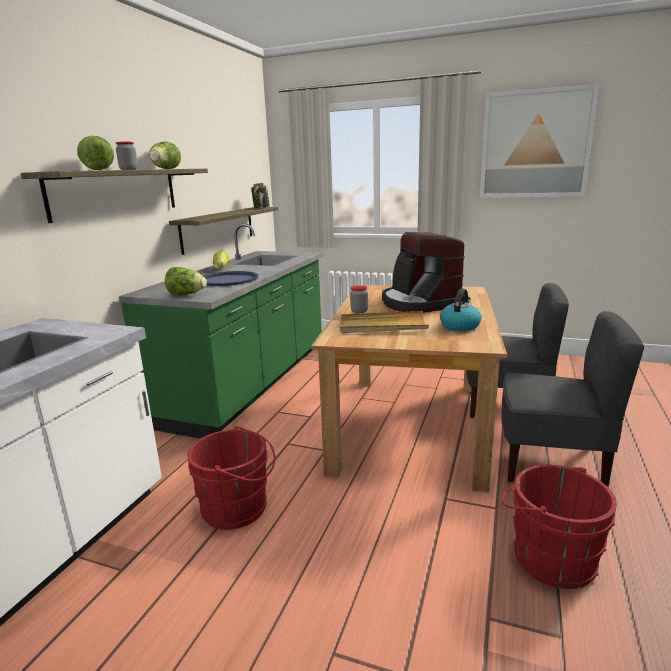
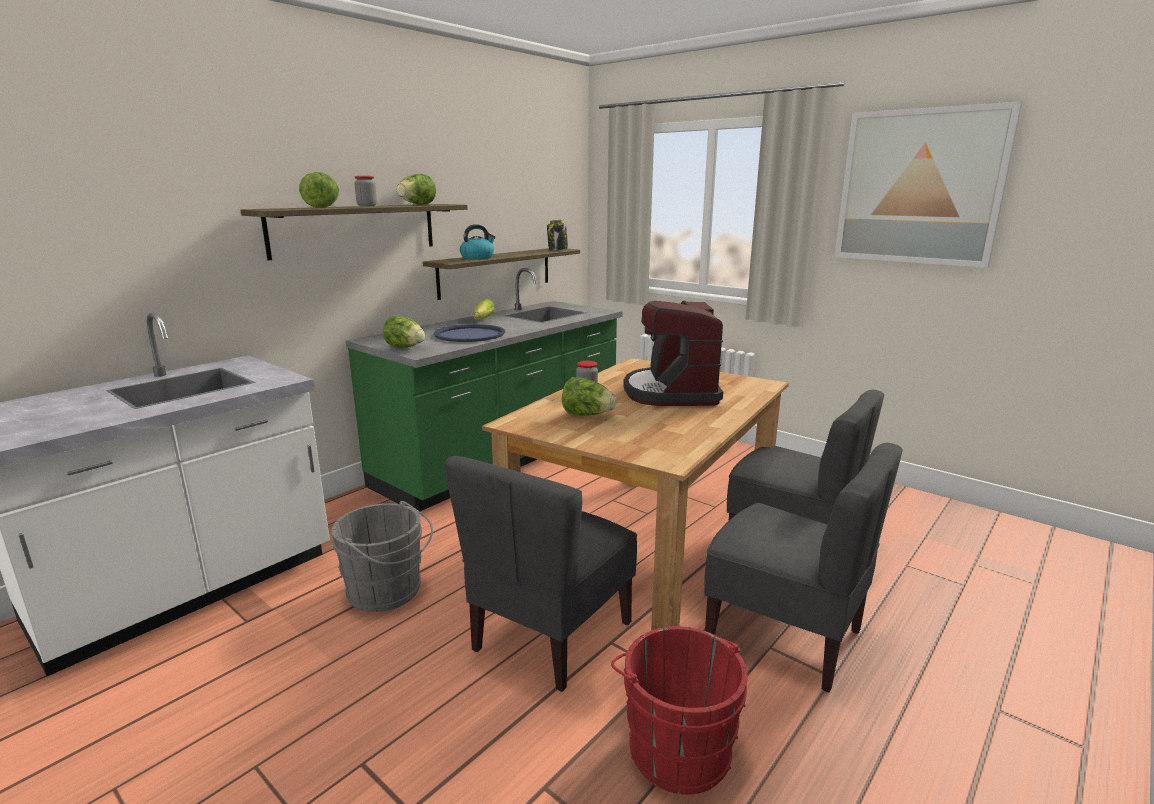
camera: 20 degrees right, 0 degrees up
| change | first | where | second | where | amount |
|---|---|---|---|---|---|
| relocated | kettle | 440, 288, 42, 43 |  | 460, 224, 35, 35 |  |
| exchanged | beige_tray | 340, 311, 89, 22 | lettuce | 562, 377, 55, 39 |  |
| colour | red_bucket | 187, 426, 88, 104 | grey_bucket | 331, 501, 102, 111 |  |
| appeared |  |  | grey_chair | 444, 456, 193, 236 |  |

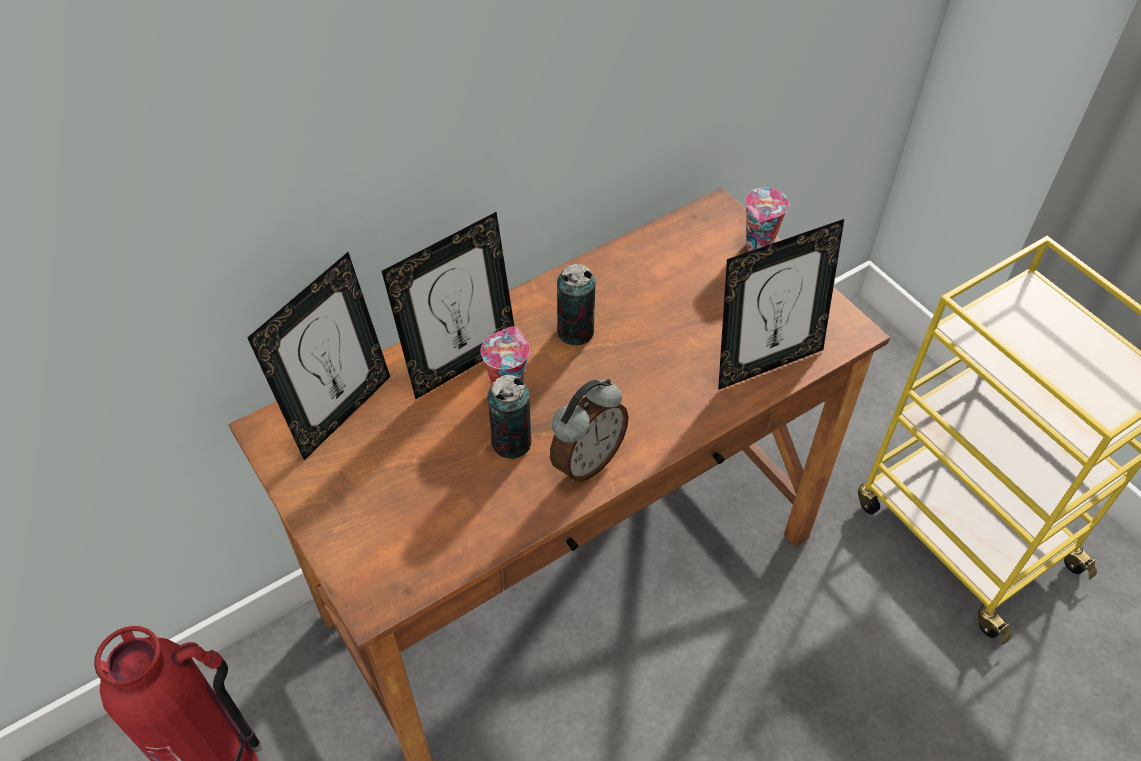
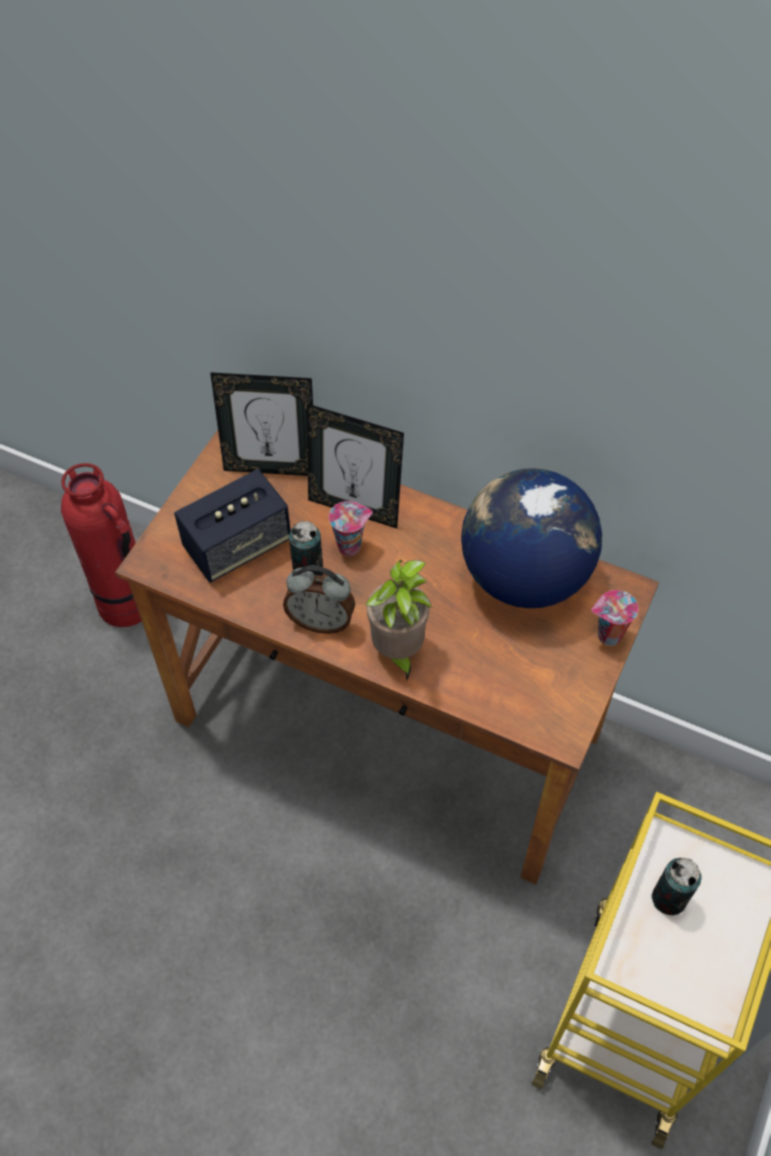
camera: 60 degrees right, 5 degrees up
| change | first | where | second | where | amount |
|---|---|---|---|---|---|
| missing | picture_frame | 718, 219, 126, 171 |  |  |  |
| relocated | can | 557, 264, 38, 82 |  | 651, 858, 50, 57 |  |
| appeared |  |  | globe | 461, 468, 141, 140 |  |
| appeared |  |  | speaker | 174, 469, 117, 113 |  |
| appeared |  |  | potted_plant | 366, 560, 66, 121 |  |

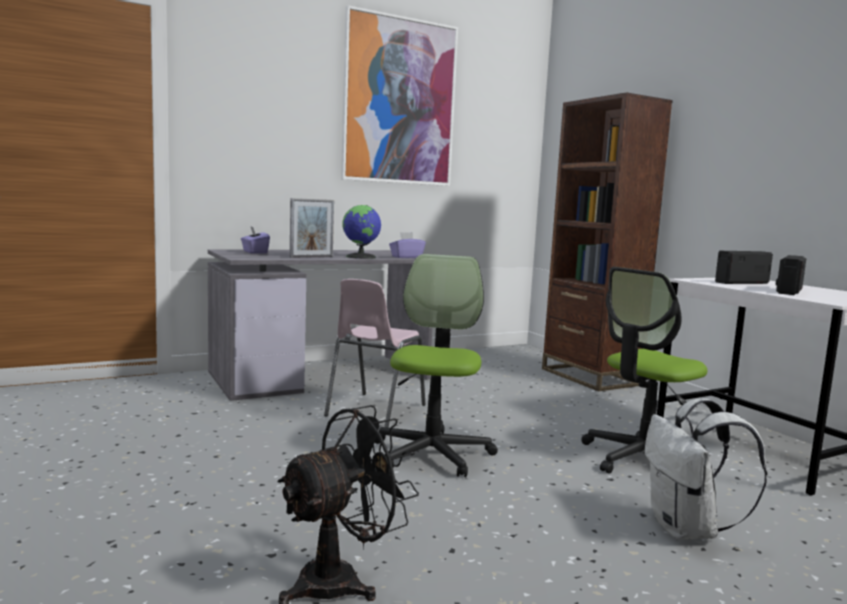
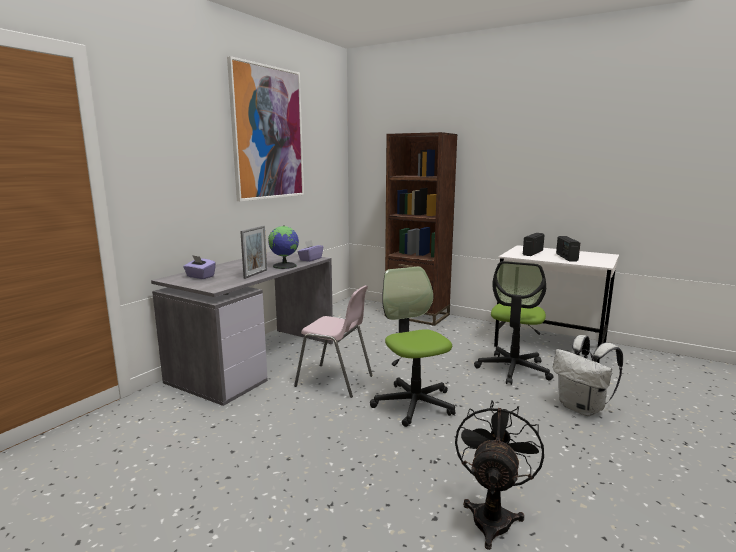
camera: 30 degrees left, 5 degrees up
| change | first | where | second | where | amount |
|---|---|---|---|---|---|
| spun | pink_chair | 324, 279, 101, 149 |  | 294, 285, 79, 113 | 60 degrees counterclockwise |

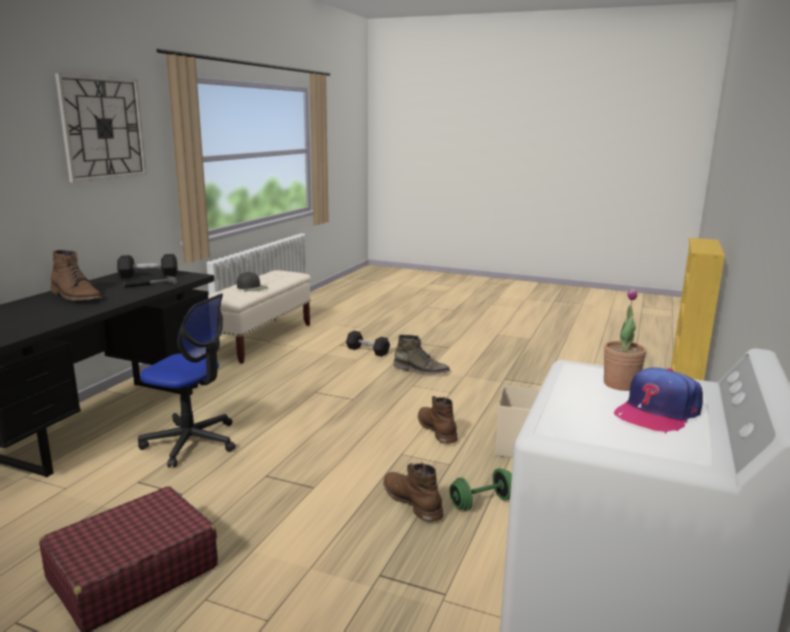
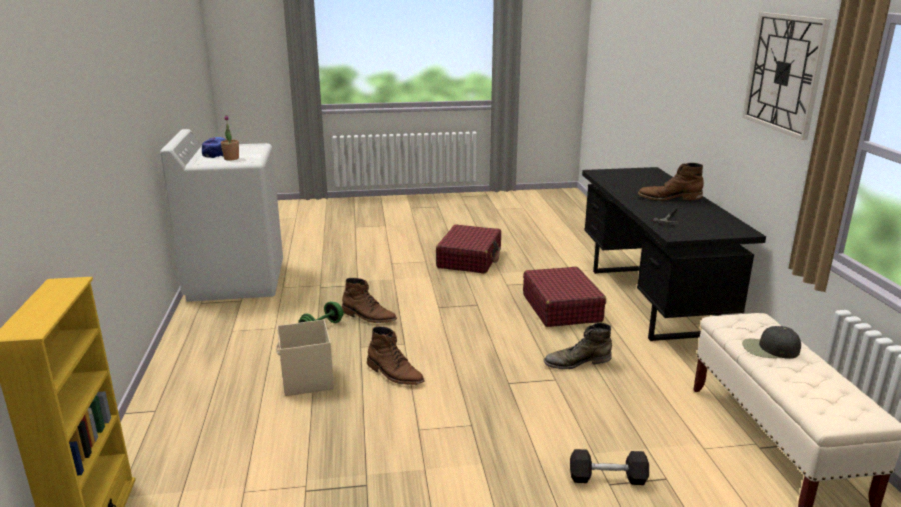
camera: 150 degrees right, 5 degrees up
| change | first | where | second | where | amount |
|---|---|---|---|---|---|
| missing | black_dumbbell | 117, 254, 61, 24 |  |  |  |
| exchanged | office_chair | 138, 294, 98, 174 | red_suitcase | 523, 267, 83, 60 |  |
| relocated | green_boot | 393, 335, 57, 39 |  | 544, 323, 68, 46 |  |

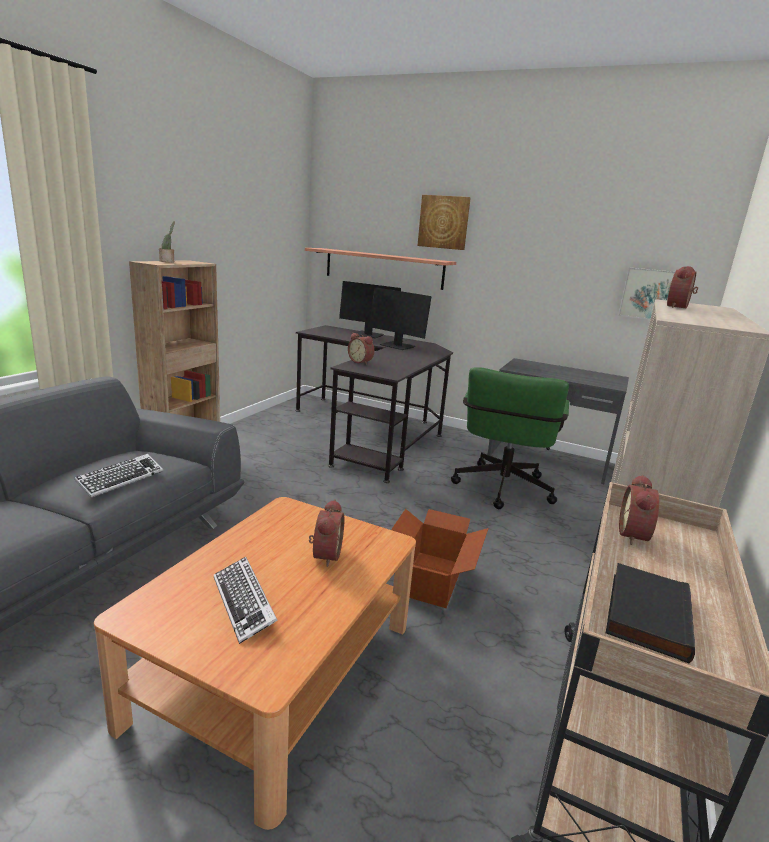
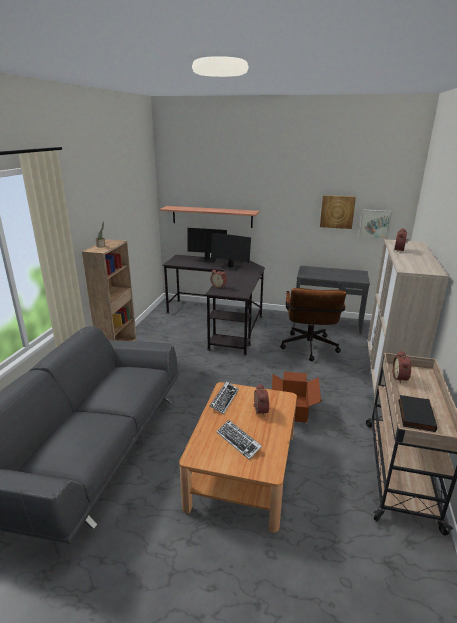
camera: 10 degrees left, 5 degrees up
| change | first | where | second | where | amount |
|---|---|---|---|---|---|
| relocated | picture | 417, 195, 54, 55 |  | 320, 195, 36, 34 |  |
| colour | green_office_chair | 451, 367, 118, 142 | brown_office_chair | 280, 288, 66, 73 |  |
| relocated | keyboard | 74, 454, 89, 44 |  | 210, 381, 29, 34 |  |

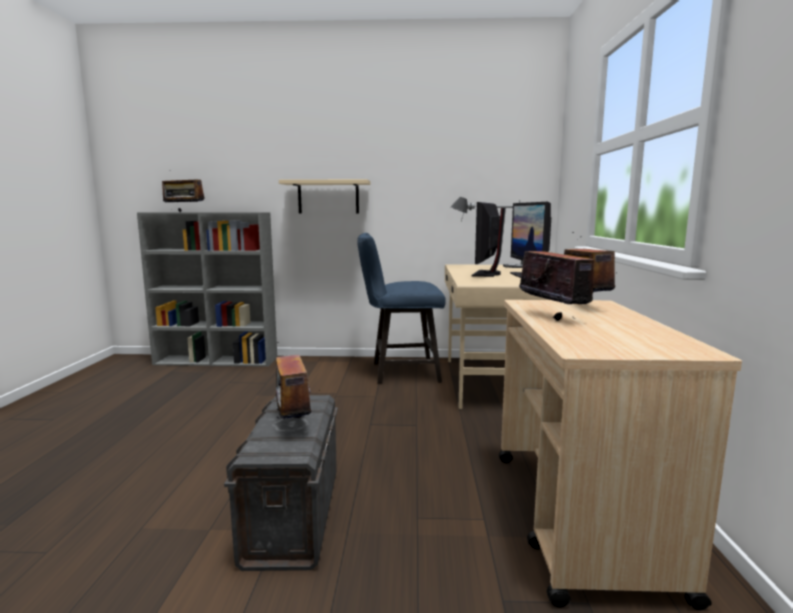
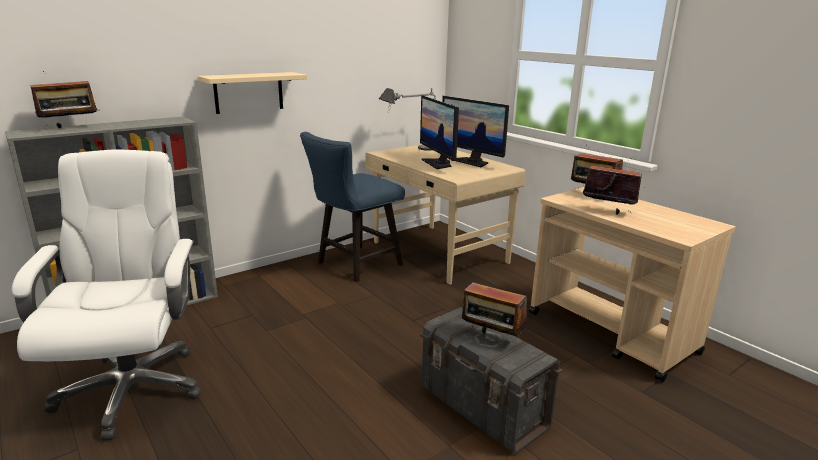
camera: 40 degrees left, 10 degrees up
| change | first | where | second | where | amount |
|---|---|---|---|---|---|
| appeared |  |  | white_office_chair | 12, 149, 189, 292 |  |

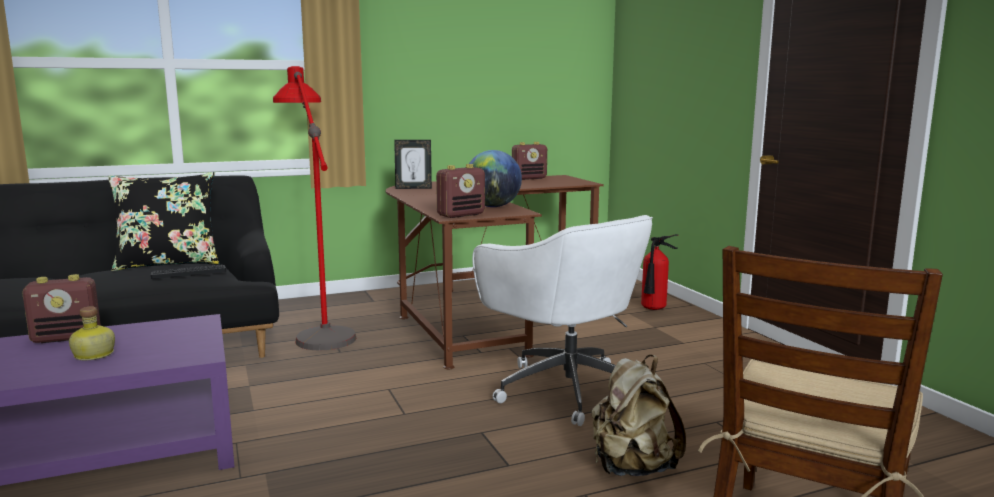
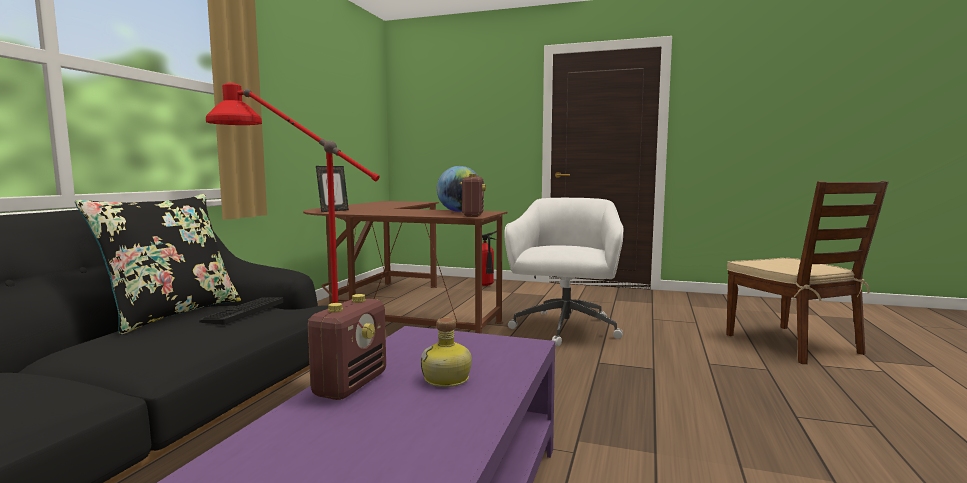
camera: 50 degrees left, 5 degrees down
| change | first | where | second | where | amount |
|---|---|---|---|---|---|
| missing | radio | 512, 142, 35, 38 |  |  |  |
| spun | white_office_chair | 472, 215, 181, 211 |  | 504, 198, 120, 148 | 75 degrees counterclockwise |
| missing | beige_backpack | 591, 355, 95, 121 |  |  |  |

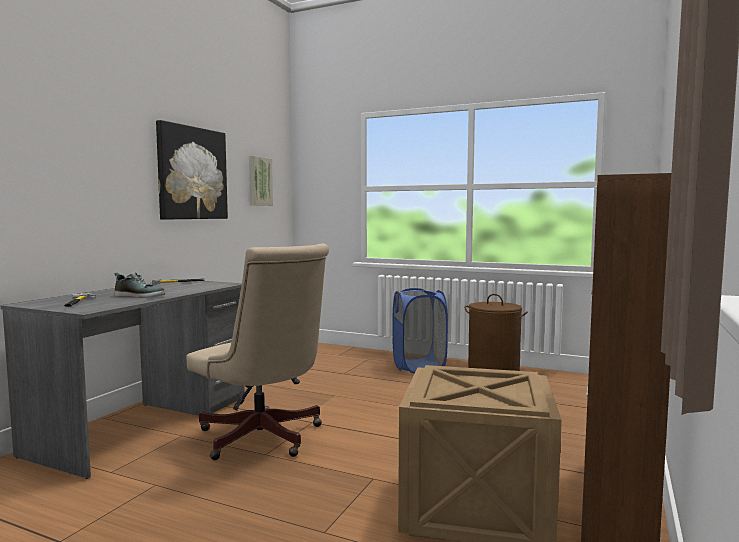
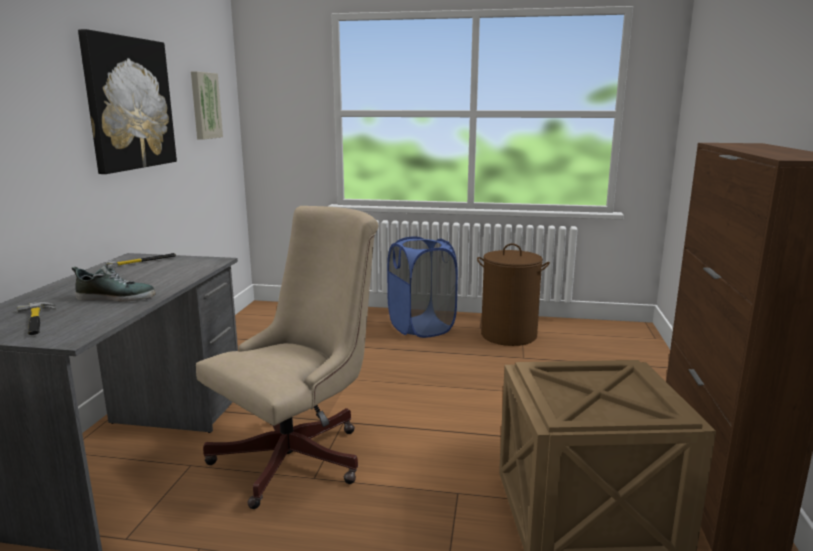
camera: 15 degrees left, 10 degrees up
| change | first | where | second | where | amount |
|---|---|---|---|---|---|
| spun | beige_office_chair | 186, 243, 143, 217 |  | 196, 206, 182, 303 | 75 degrees counterclockwise |

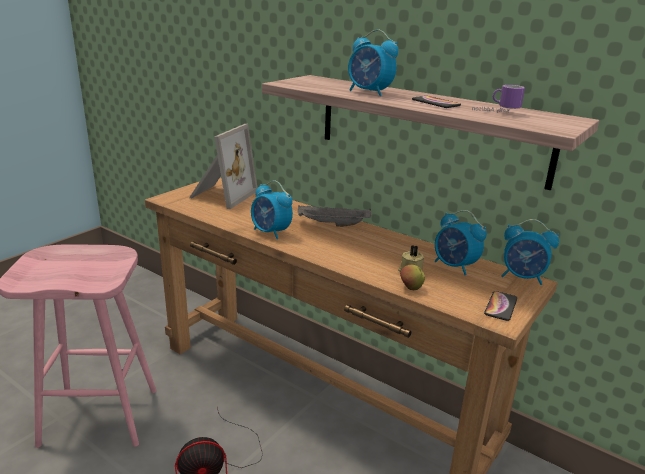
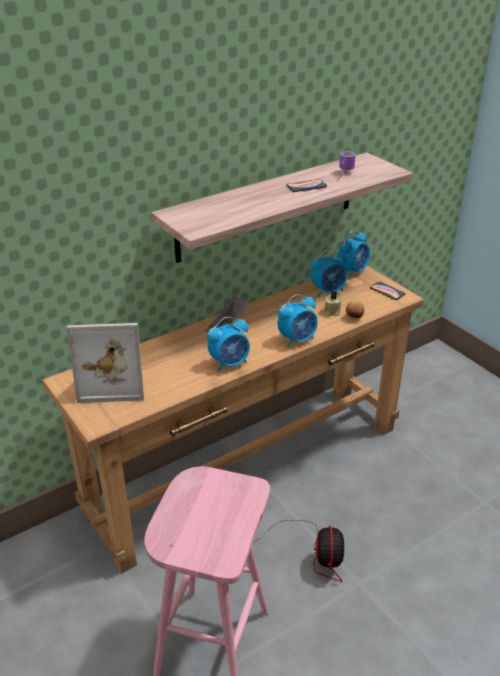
camera: 70 degrees left, 10 degrees up
| change | first | where | second | where | amount |
|---|---|---|---|---|---|
| relocated | alarm_clock | 348, 29, 51, 67 |  | 278, 294, 40, 54 |  |
| spun | picture_frame | 189, 124, 68, 85 |  | 67, 323, 77, 80 | 135 degrees clockwise |

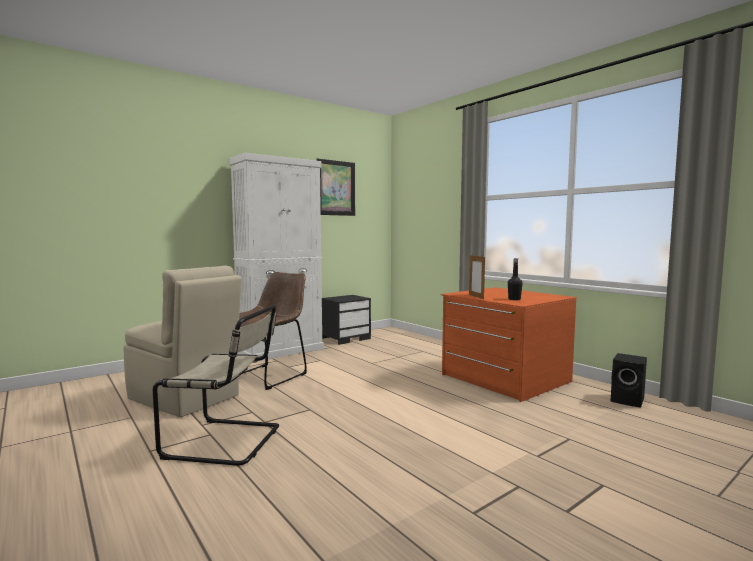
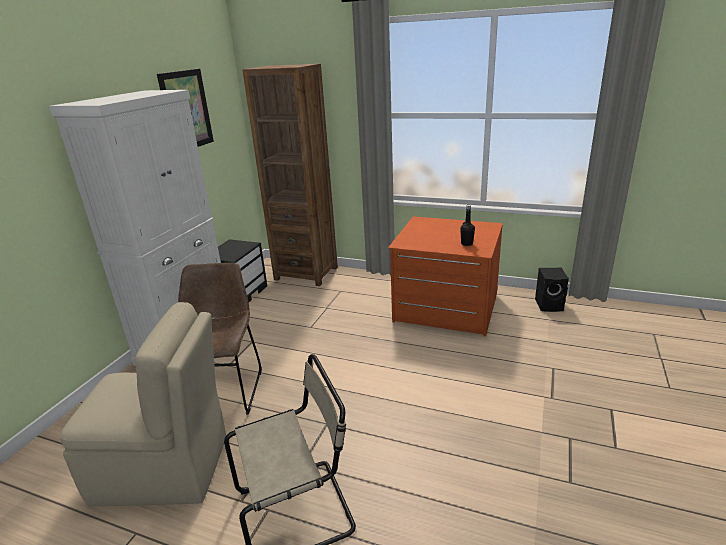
camera: 30 degrees left, 20 degrees up
| change | first | where | second | where | amount |
|---|---|---|---|---|---|
| missing | picture_frame | 469, 255, 16, 44 |  |  |  |
| appeared |  |  | brown_bookcase | 242, 64, 96, 222 |  |

